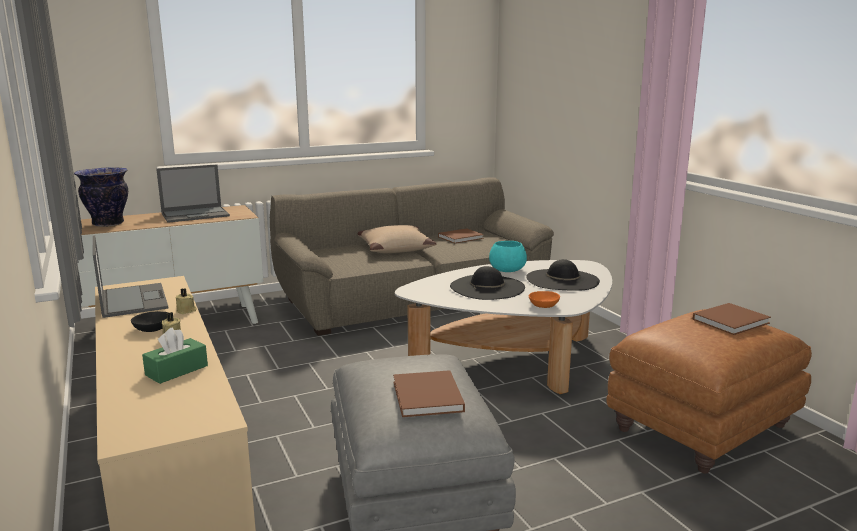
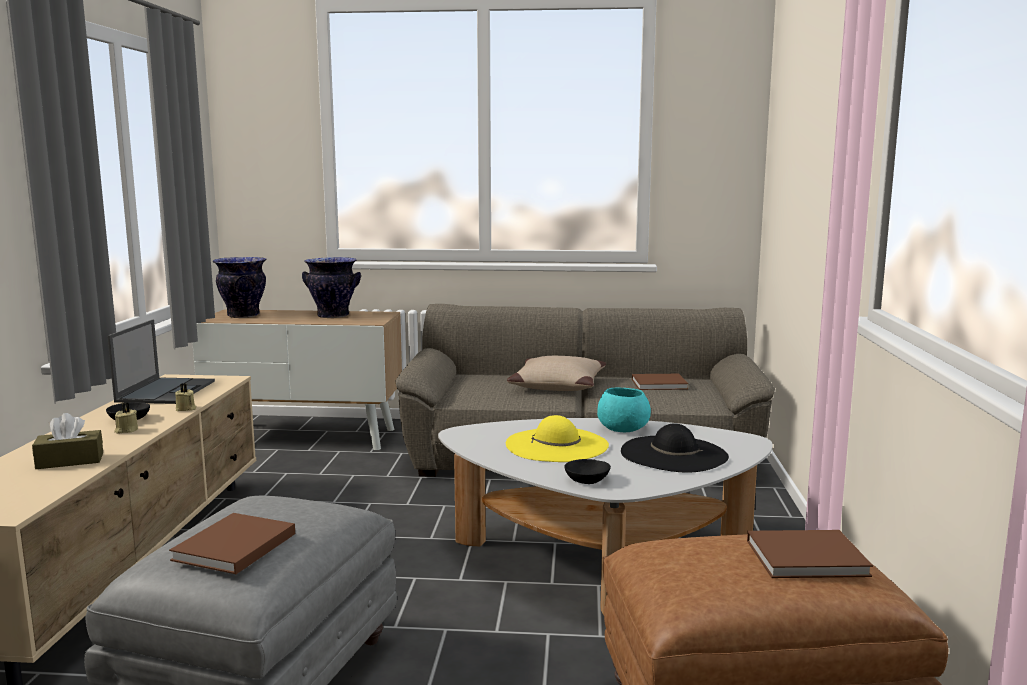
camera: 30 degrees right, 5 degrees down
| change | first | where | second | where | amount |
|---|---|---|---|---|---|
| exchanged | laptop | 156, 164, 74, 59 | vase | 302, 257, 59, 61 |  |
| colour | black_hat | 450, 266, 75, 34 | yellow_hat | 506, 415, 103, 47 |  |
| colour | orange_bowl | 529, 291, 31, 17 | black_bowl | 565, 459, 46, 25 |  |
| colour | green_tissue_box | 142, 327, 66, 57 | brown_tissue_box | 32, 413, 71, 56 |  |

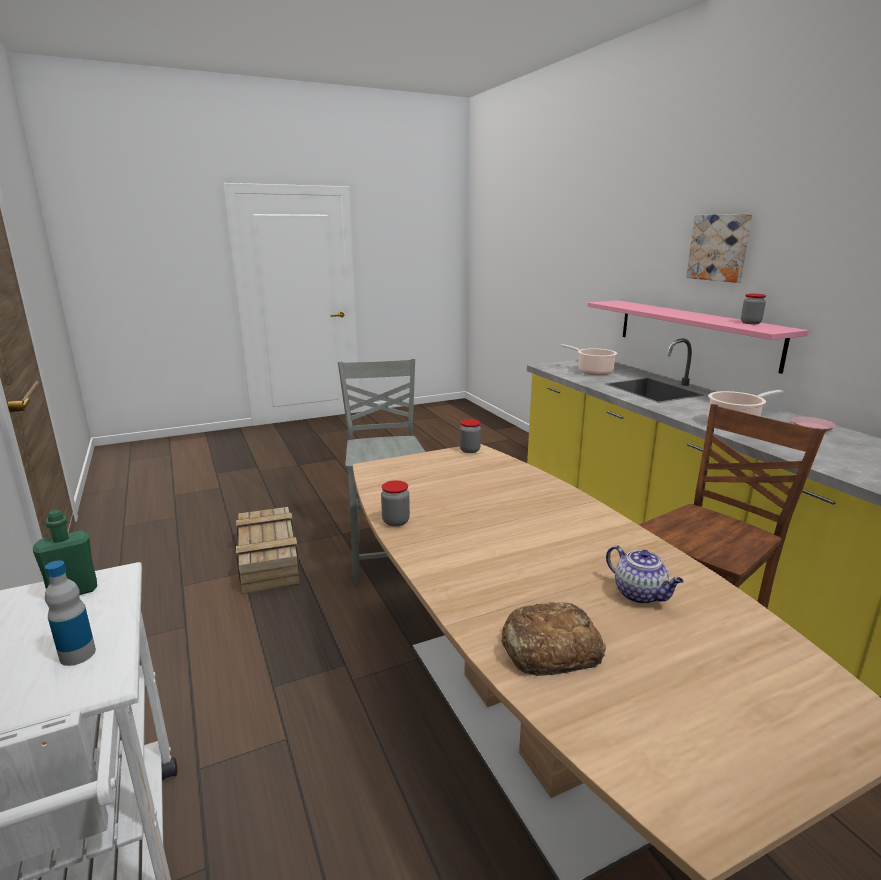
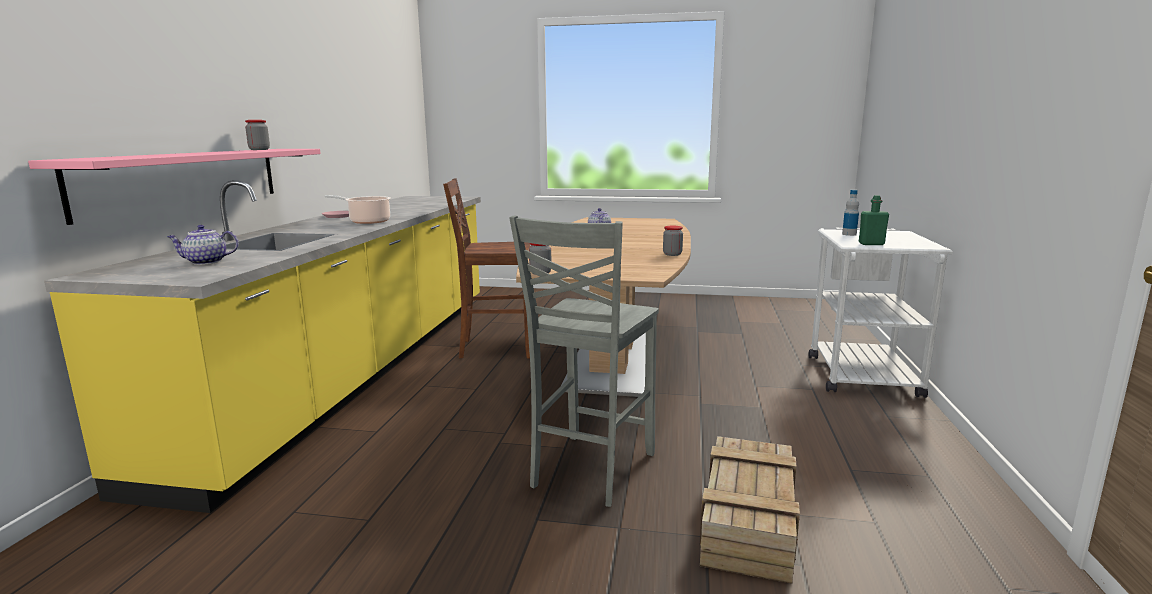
camera: 145 degrees left, 5 degrees down
| change | first | where | second | where | amount |
|---|---|---|---|---|---|
| missing | picture | 686, 214, 66, 69 |  |  |  |
| exchanged | cooking_pot | 560, 344, 57, 31 | teapot | 167, 225, 72, 40 |  |
| missing | bread | 501, 602, 105, 74 |  |  |  |

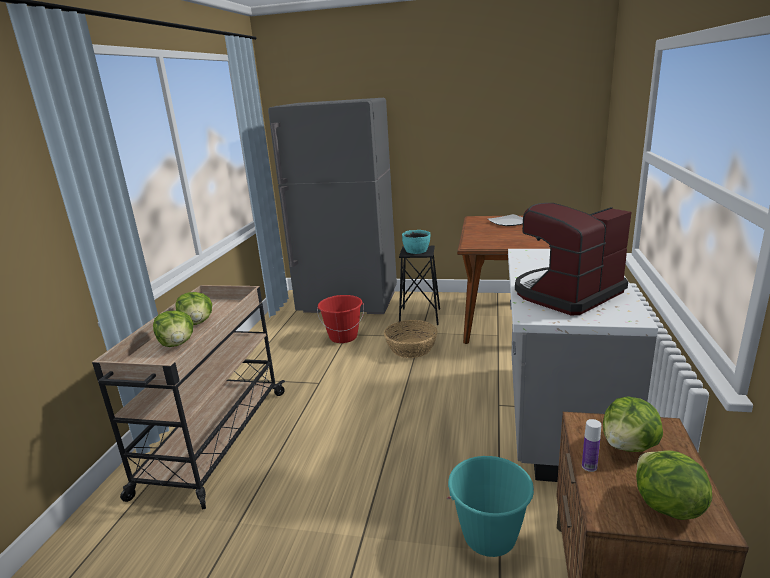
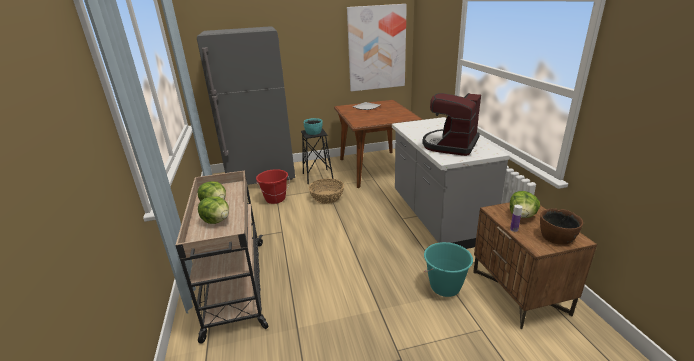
camera: 25 degrees left, 5 degrees up
| change | first | where | second | where | amount |
|---|---|---|---|---|---|
| exchanged | lettuce | 636, 451, 76, 69 | brown_bowl | 540, 209, 43, 36 |  |
| appeared |  |  | picture | 347, 4, 60, 87 |  |

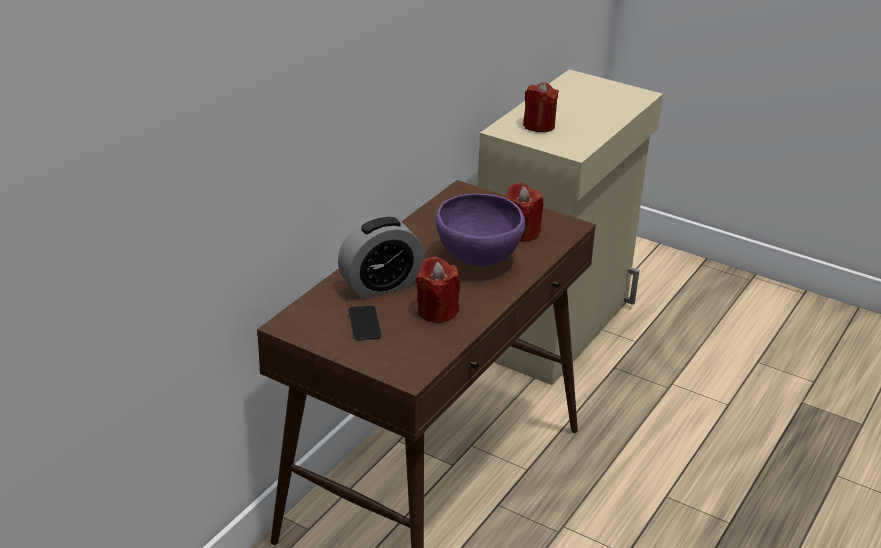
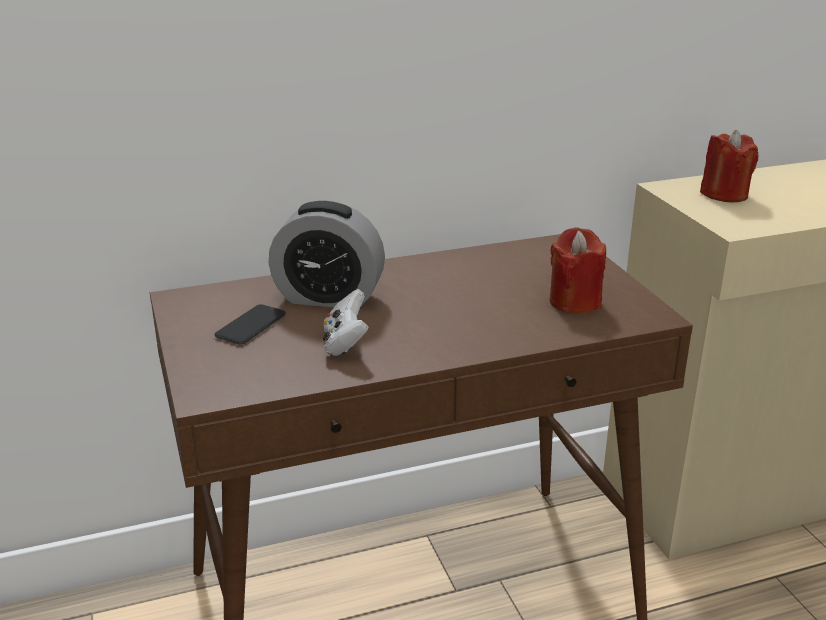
camera: 40 degrees right, 5 degrees down
| change | first | where | second | where | amount |
|---|---|---|---|---|---|
| missing | purple_bowl | 436, 194, 89, 72 |  |  |  |
| exchanged | red_candle | 416, 256, 44, 67 | white_game_controller | 323, 289, 46, 67 |  |

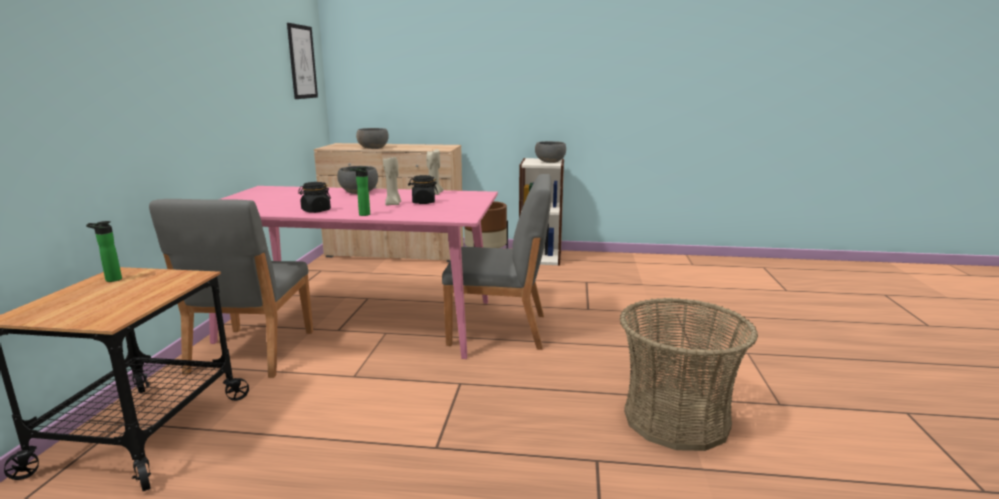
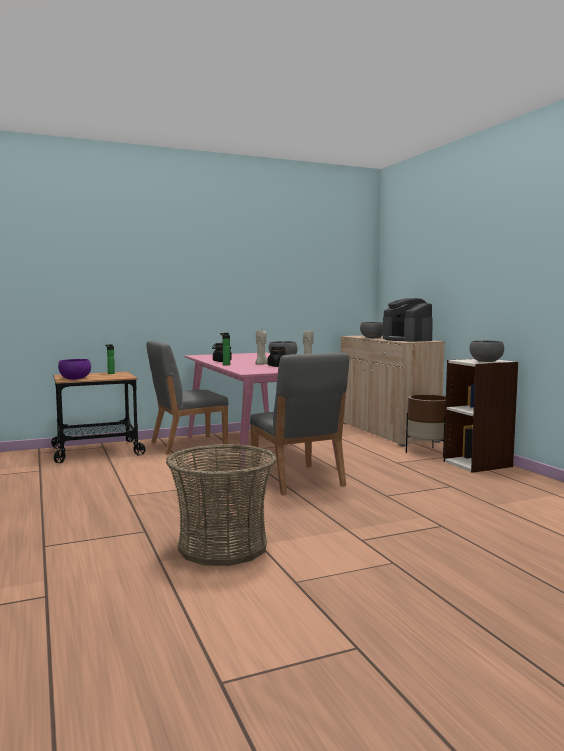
camera: 60 degrees right, 10 degrees down
| change | first | where | second | where | amount |
|---|---|---|---|---|---|
| missing | picture | 287, 23, 31, 76 |  |  |  |
| appeared |  |  | coffee_machine | 383, 298, 50, 44 |  |
| appeared |  |  | purple_bowl | 58, 359, 33, 21 |  |

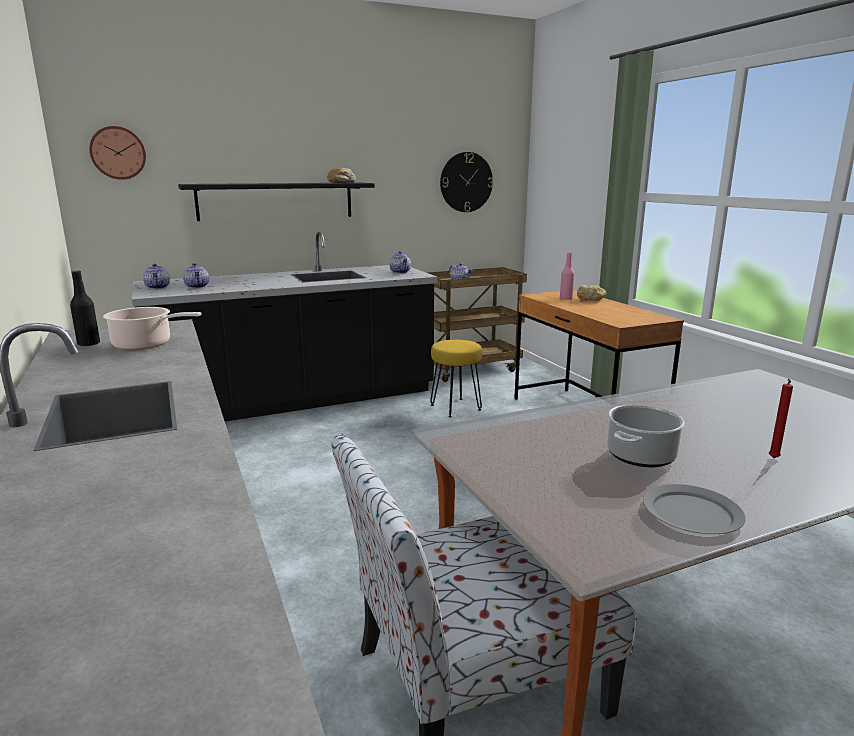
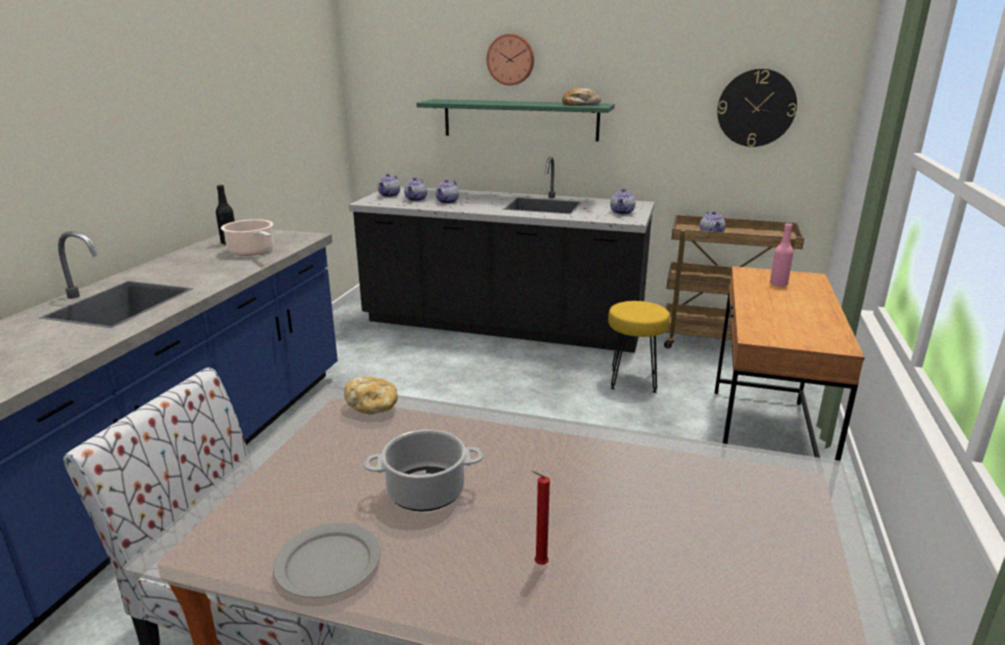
camera: 40 degrees right, 5 degrees up
| change | first | where | second | where | amount |
|---|---|---|---|---|---|
| relocated | wall_clock | 89, 126, 57, 54 |  | 487, 34, 47, 51 |  |
| colour | black_shelf | 178, 183, 197, 38 | green_shelf | 416, 99, 199, 43 |  |
| relocated | bread | 577, 285, 30, 16 |  | 344, 377, 54, 38 |  |
| appeared |  |  | teapot | 436, 179, 23, 25 |  |

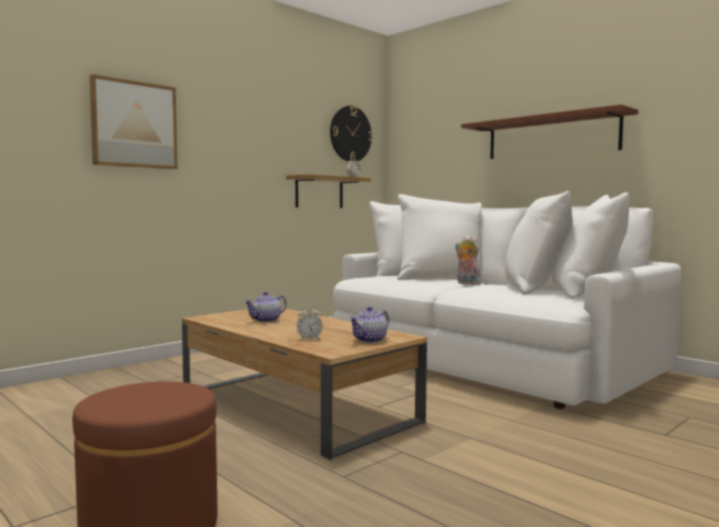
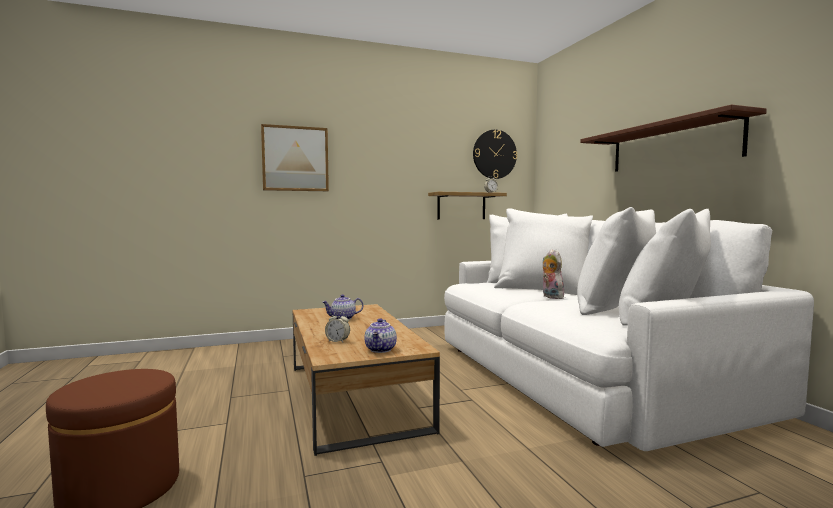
camera: 25 degrees right, 0 degrees up
| change | first | where | second | where | amount |
|---|---|---|---|---|---|
| spun | teapot | 349, 307, 40, 36 |  | 364, 318, 33, 35 | 60 degrees counterclockwise |

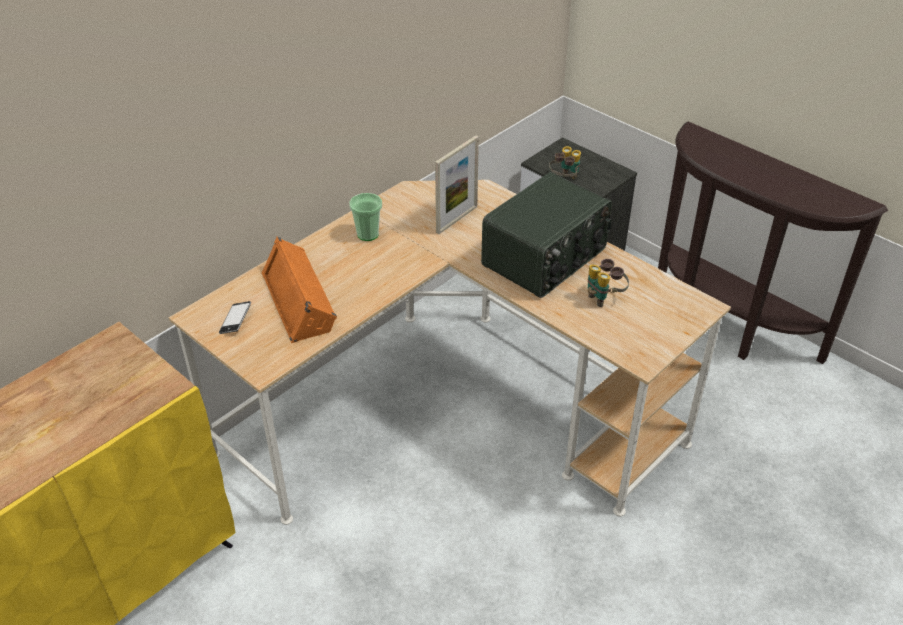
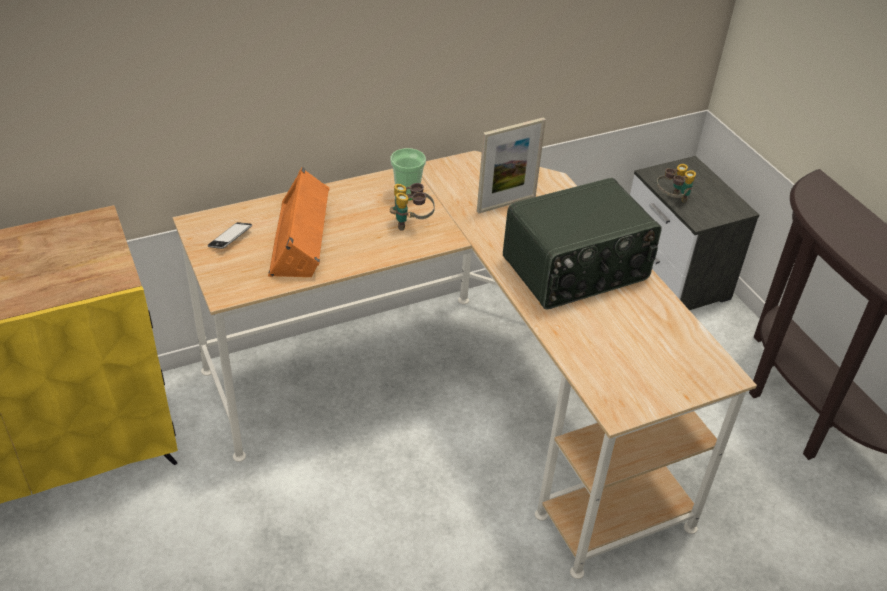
camera: 20 degrees right, 0 degrees up
| change | first | where | second | where | amount |
|---|---|---|---|---|---|
| relocated | binoculars | 588, 259, 41, 48 |  | 390, 183, 45, 48 |  |

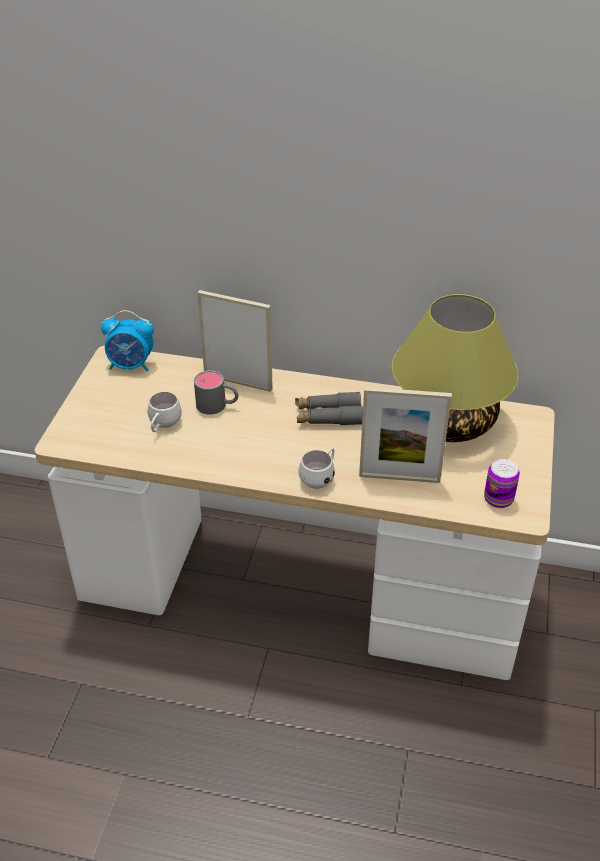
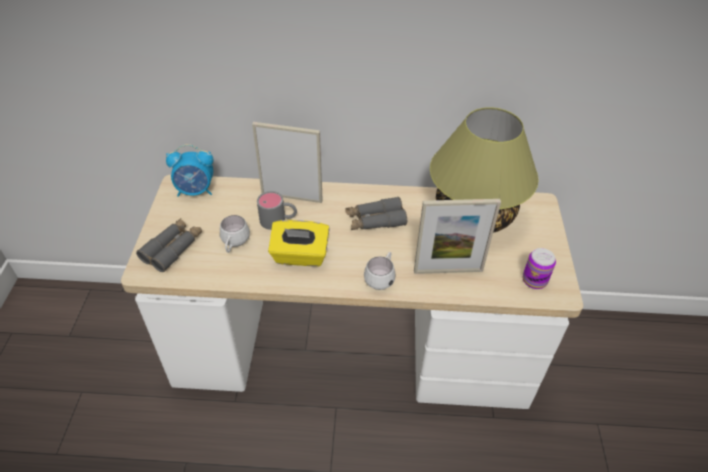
camera: 10 degrees left, 5 degrees up
| change | first | where | second | where | amount |
|---|---|---|---|---|---|
| appeared |  |  | grey_binoculars | 136, 218, 66, 54 |  |
| appeared |  |  | yellow_tissue_box | 268, 220, 62, 47 |  |

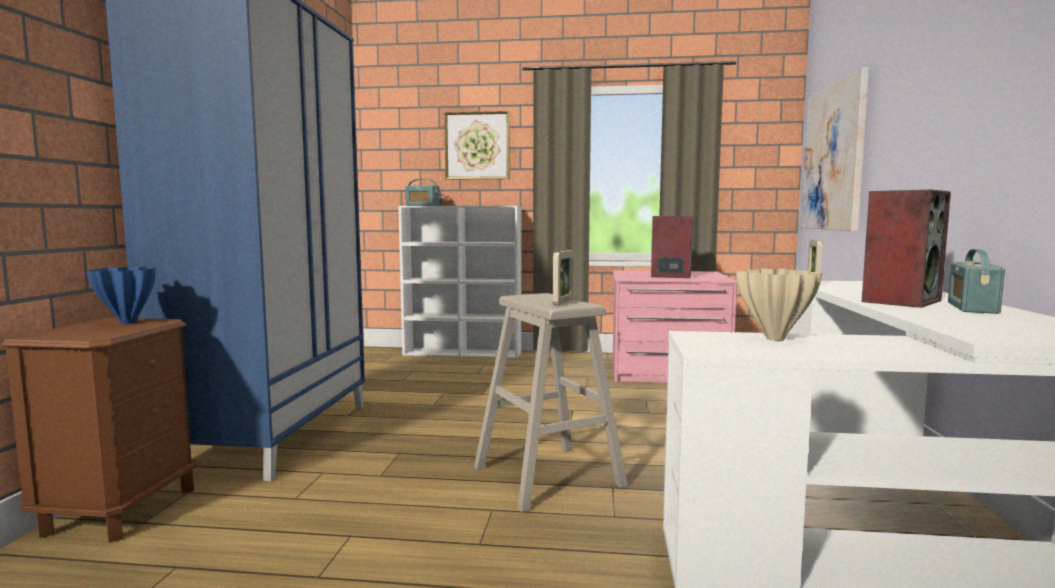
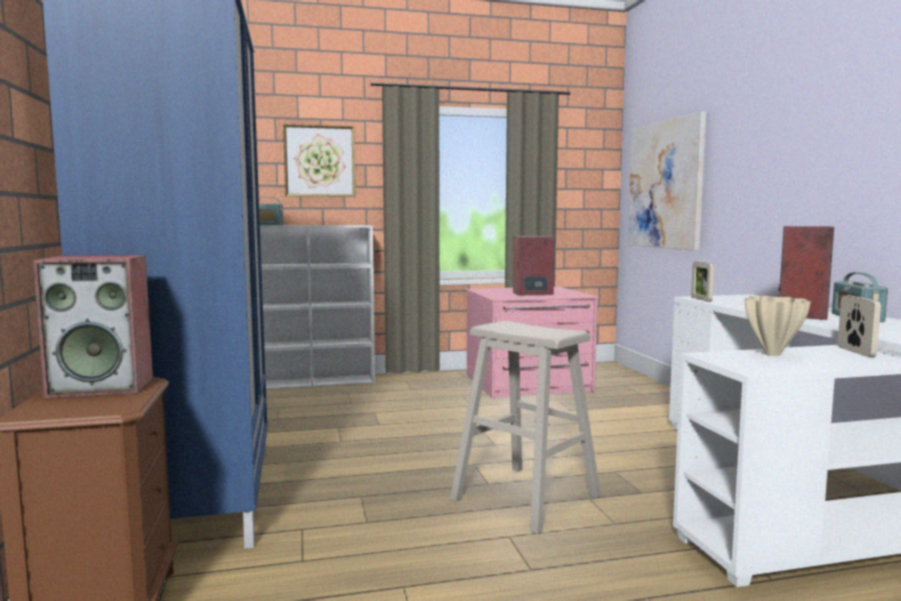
camera: 20 degrees left, 0 degrees up
| change | first | where | second | where | amount |
|---|---|---|---|---|---|
| relocated | picture_frame | 553, 250, 21, 56 |  | 838, 295, 43, 62 |  |
| exchanged | blue_vase | 87, 266, 69, 58 | speaker | 33, 255, 120, 143 |  |

